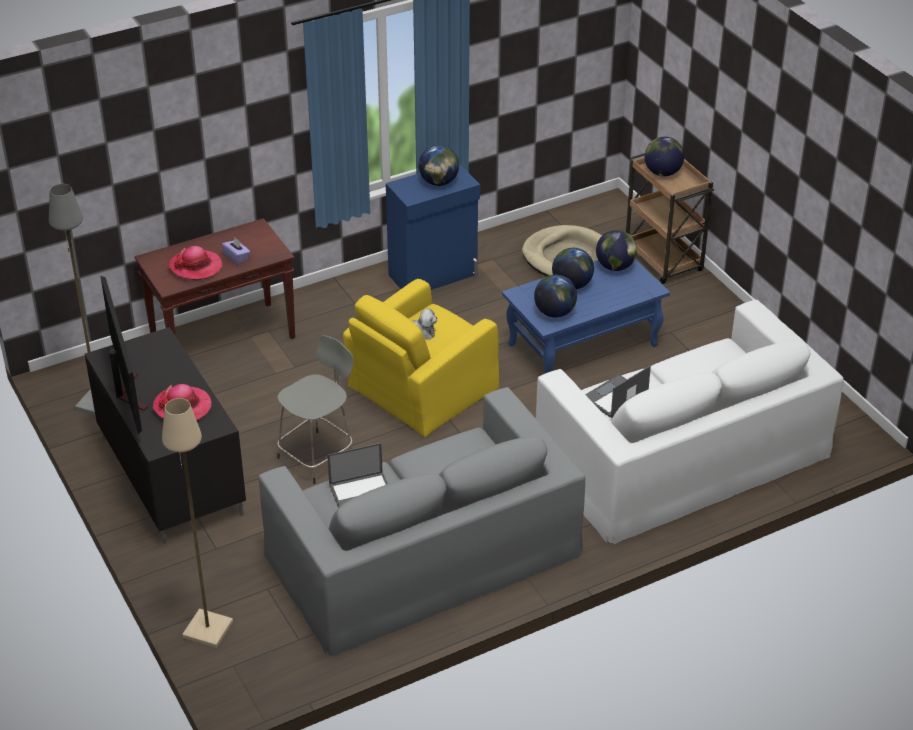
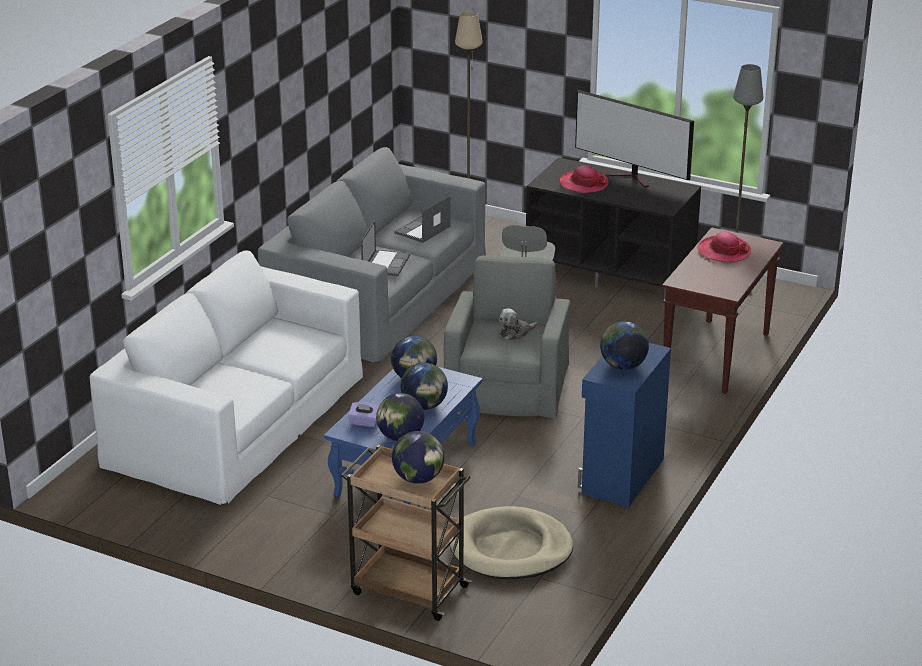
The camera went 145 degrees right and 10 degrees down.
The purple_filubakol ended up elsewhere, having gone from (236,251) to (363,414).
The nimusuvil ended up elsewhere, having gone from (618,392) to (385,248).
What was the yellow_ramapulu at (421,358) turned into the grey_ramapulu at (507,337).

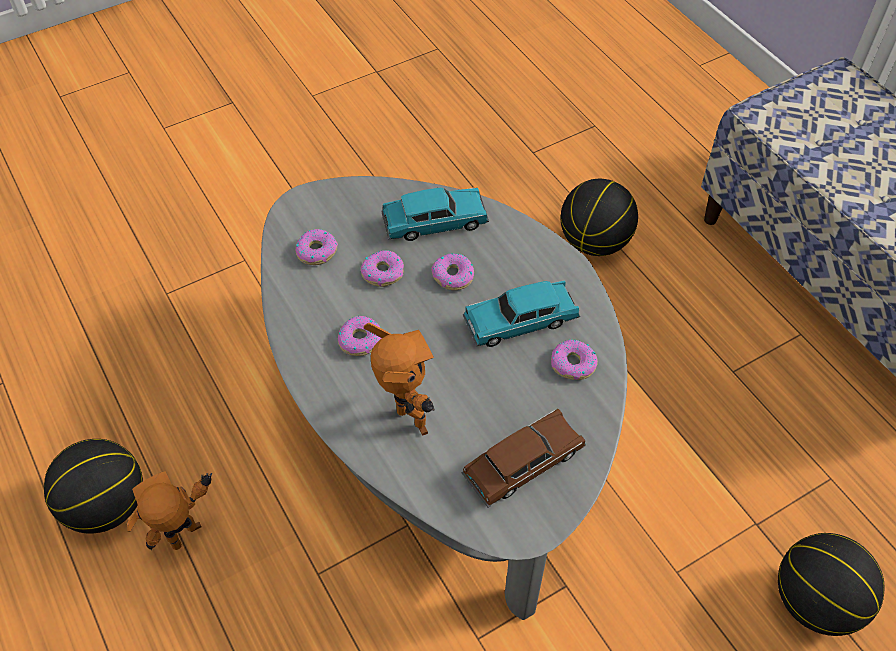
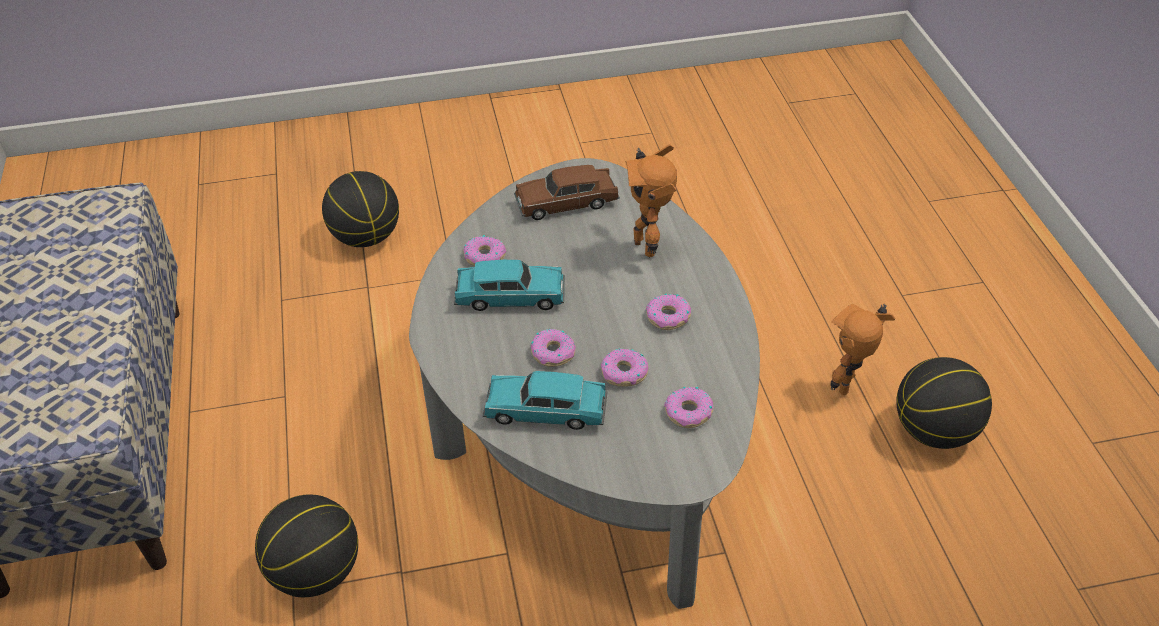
The camera went 160 degrees left and 10 degrees down.
The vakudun at (169,510) ended up facing another way, 150 degrees clockwise from before.

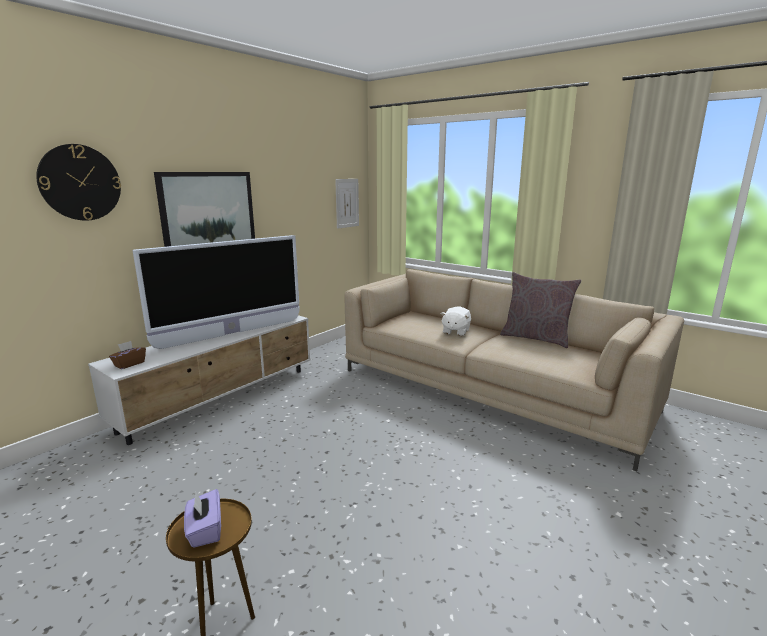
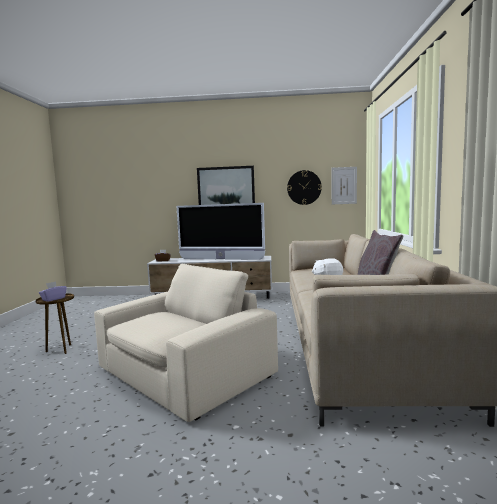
The camera went 55 degrees right and 10 degrees down.
The second view gained the beige_ramapulu at (186,342).
The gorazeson ended up elsewhere, having gone from (78,182) to (304,187).

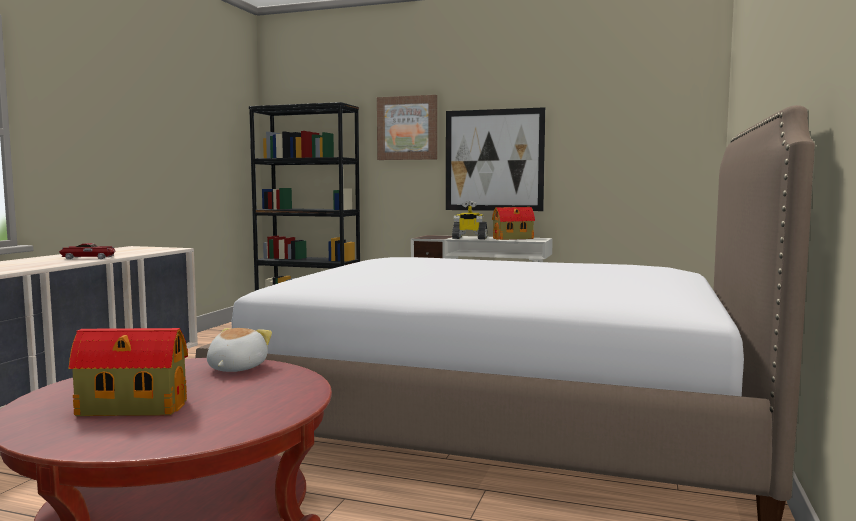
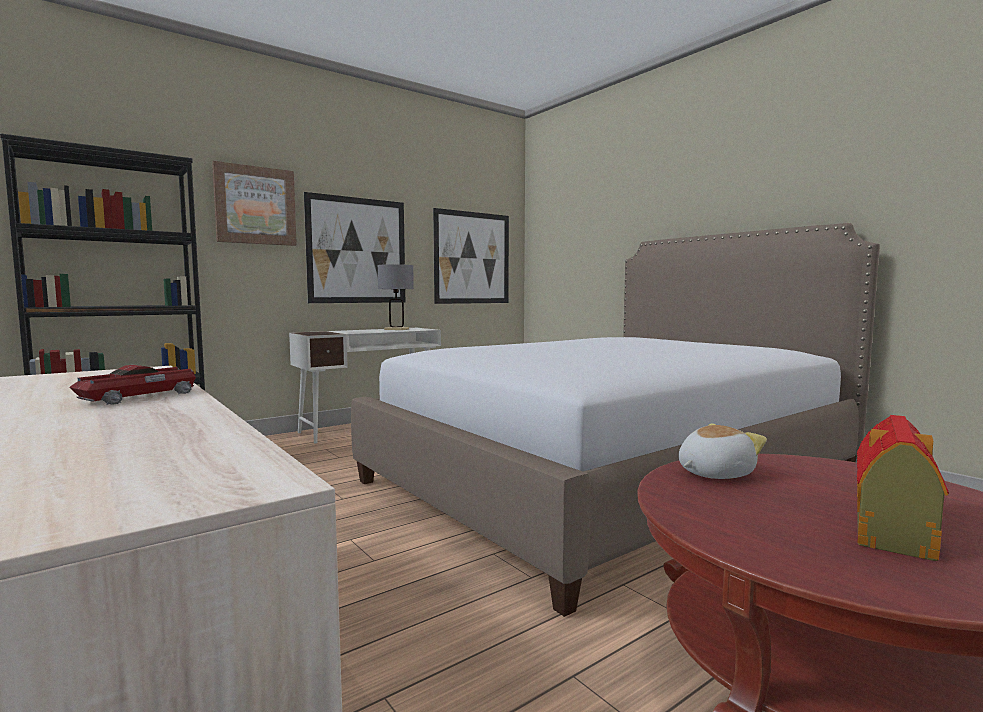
The camera went 55 degrees left and 0 degrees up.
Where the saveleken stood at (513,223), the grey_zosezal came to stand at (396,297).
The second view gained the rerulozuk at (471,256).
The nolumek at (239,350) ended up facing another way, 105 degrees clockwise from before.
The second view lost the vakudun at (470,220).

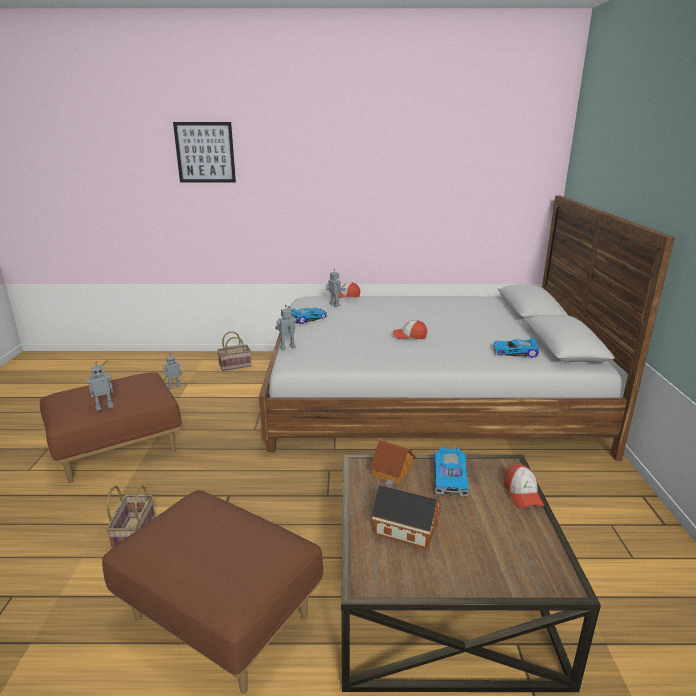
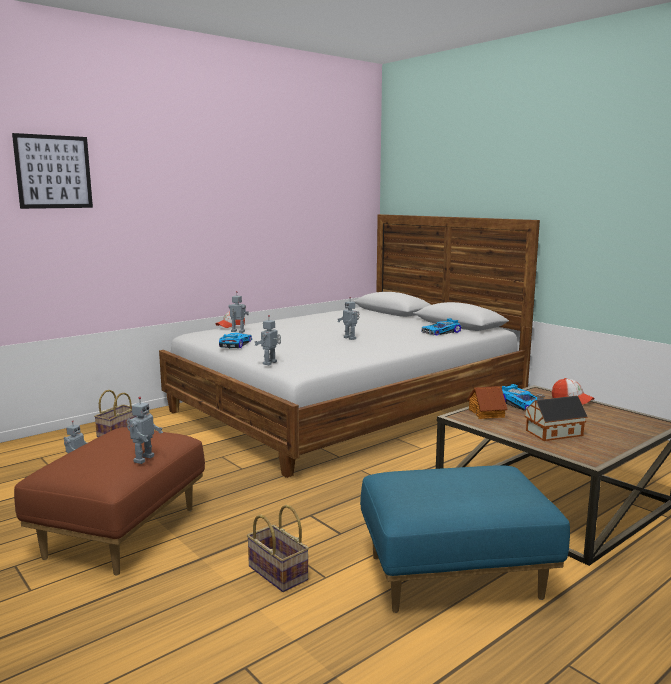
The camera went 40 degrees left and 10 degrees down.
Where the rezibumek stood at (410,329), the vakudun came to stand at (348,318).
What was the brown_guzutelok at (212,592) turned into the blue_guzutelok at (465,539).

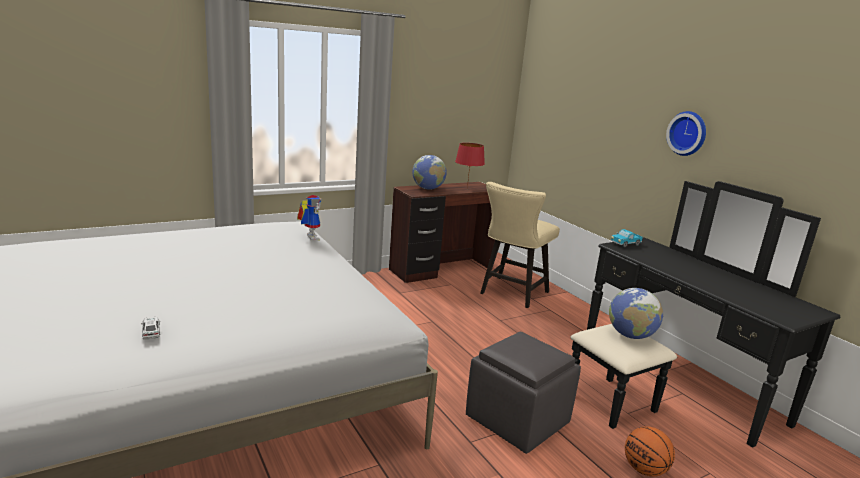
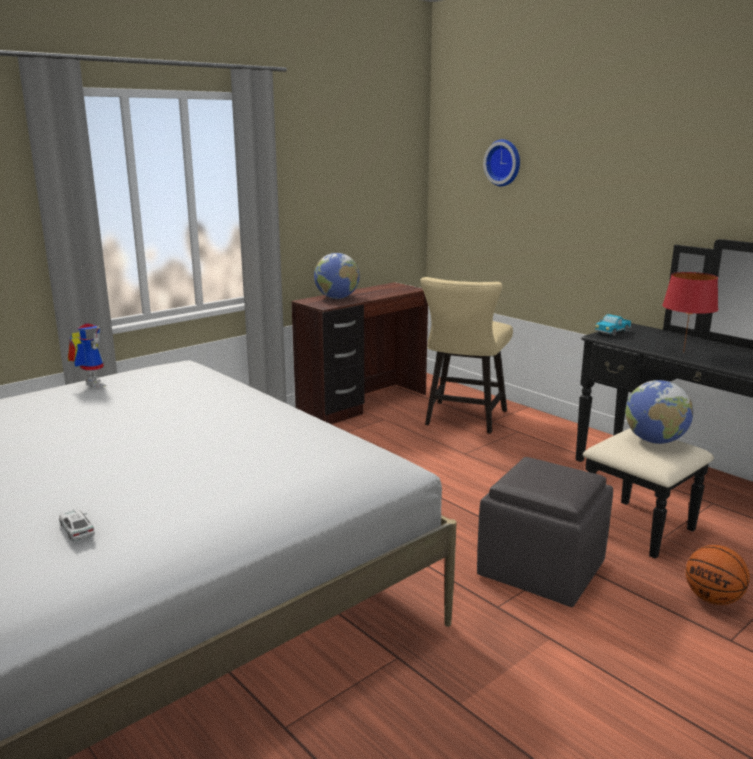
The camera went 10 degrees left and 0 degrees up.
The vakudun ended up elsewhere, having gone from (309,218) to (86,355).
The gorazeson ended up elsewhere, having gone from (686,133) to (501,162).
The red_zosezal ended up elsewhere, having gone from (470,166) to (690,312).

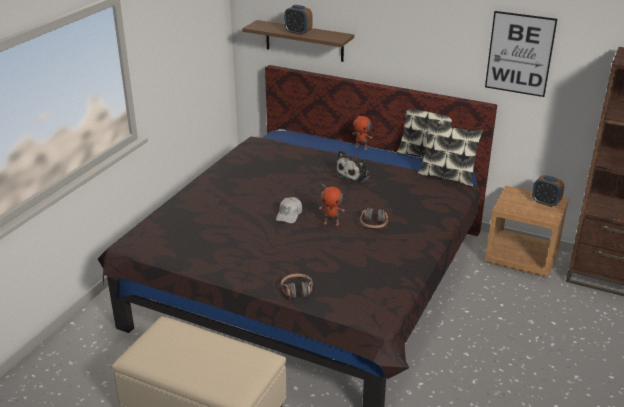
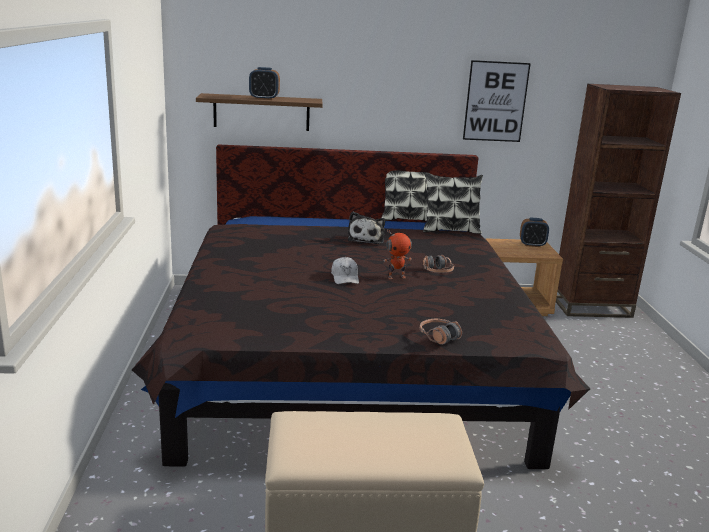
The camera went 30 degrees left and 10 degrees down.
The second view lost the vakudun at (362,131).

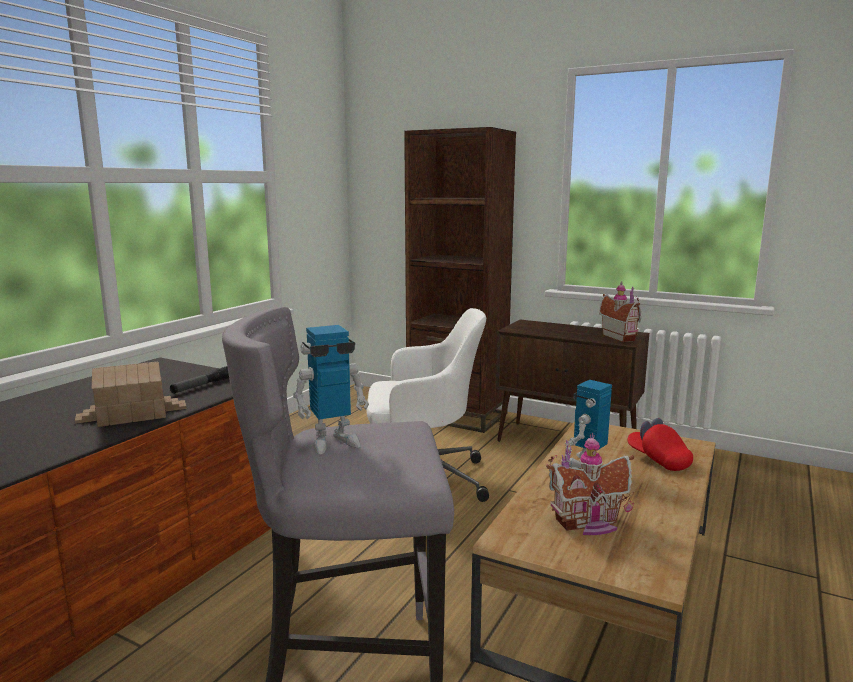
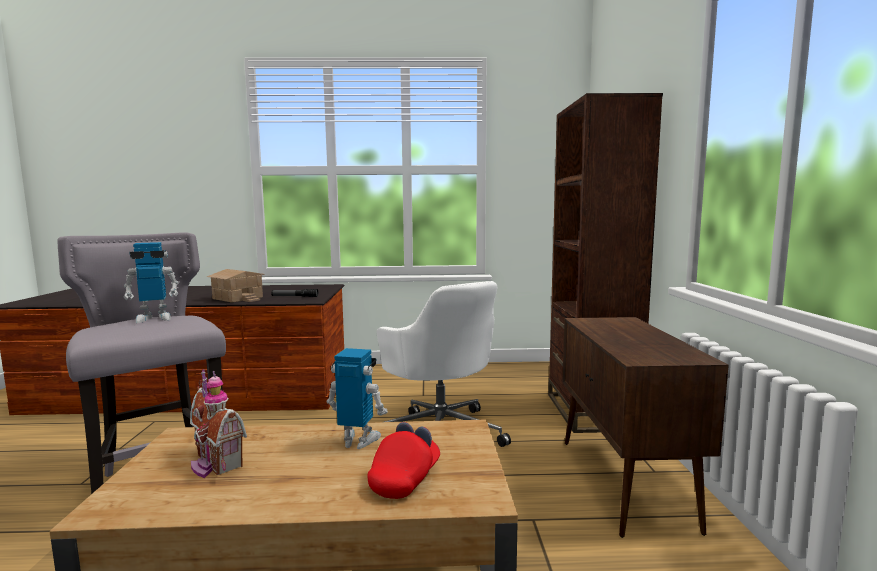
The camera went 60 degrees right and 5 degrees down.
The vakudun at (331,389) ended up facing another way, 60 degrees counterclockwise from before.
The second view lost the saveleken at (620,311).

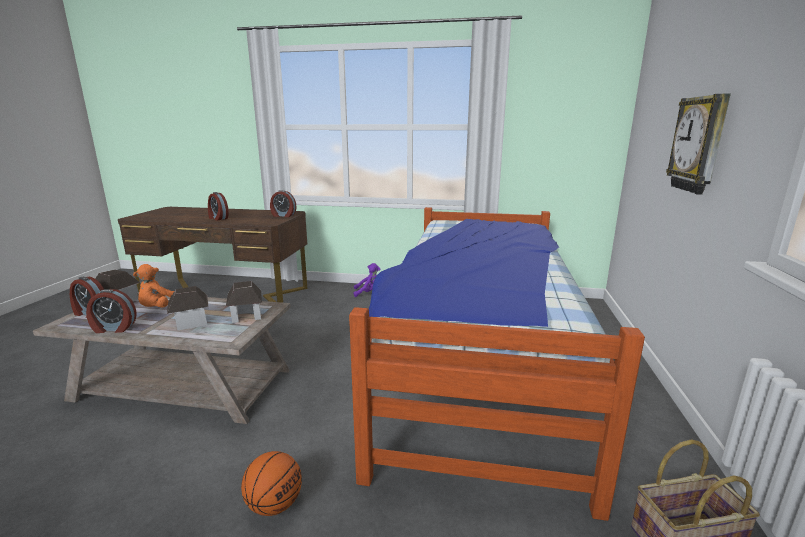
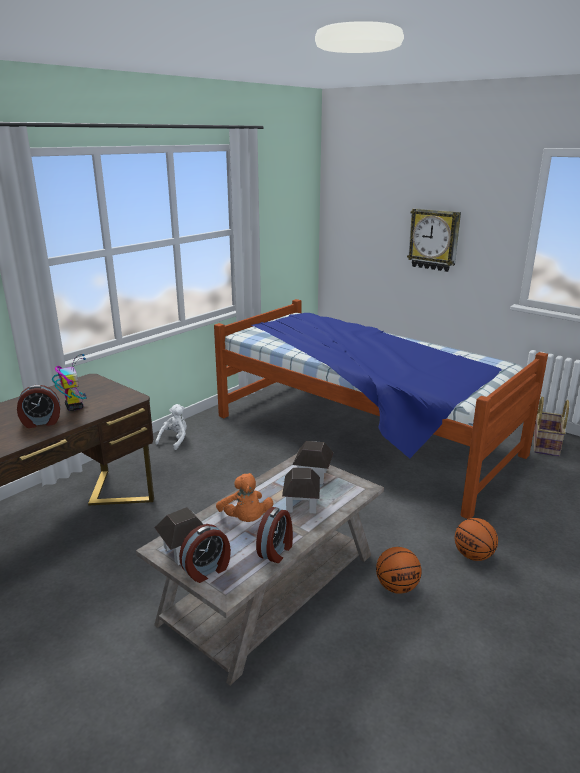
The camera went 60 degrees left and 5 degrees up.
The second view gained the vakudun at (69,382).
What was the purple_nolumek at (367,280) turned into the white_nolumek at (171,427).
The second view gained the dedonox at (399,570).
The second view lost the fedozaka at (283,203).

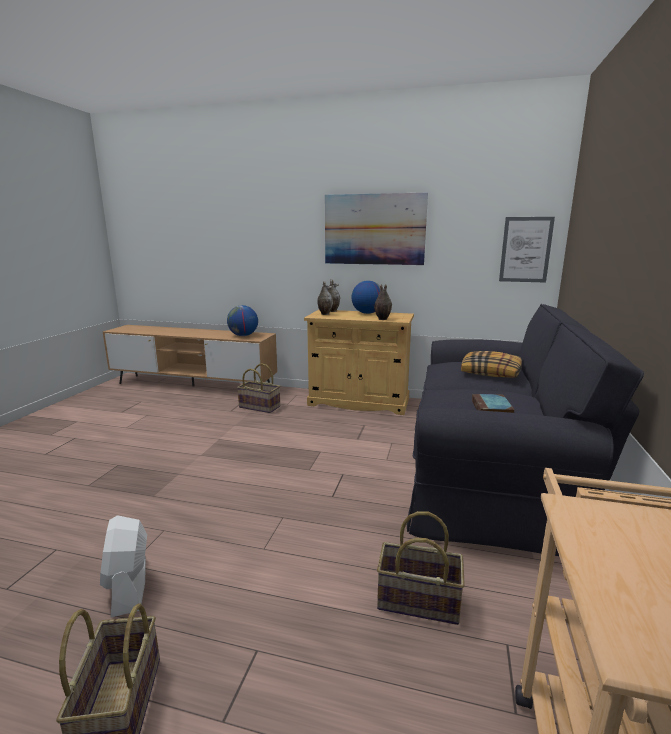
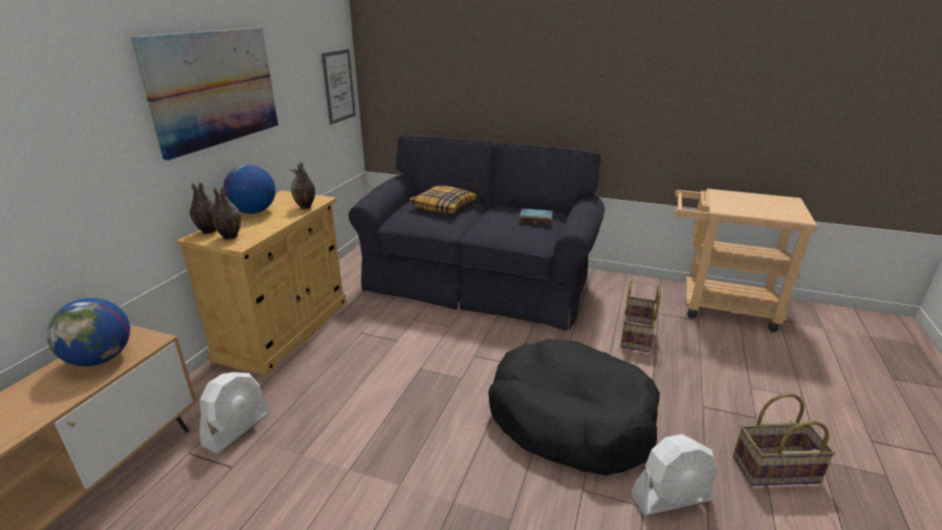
The camera went 85 degrees left and 10 degrees up.
Where the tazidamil stood at (258,388), the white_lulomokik came to stand at (234,413).
The second view gained the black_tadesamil at (574,407).

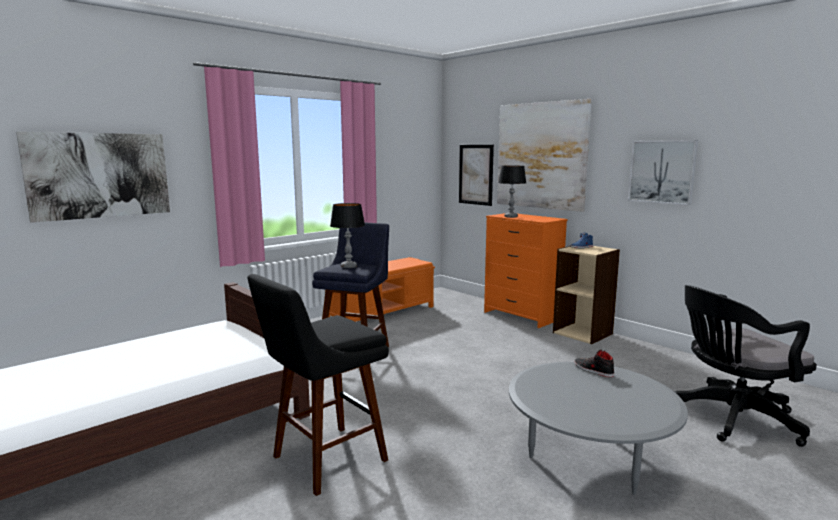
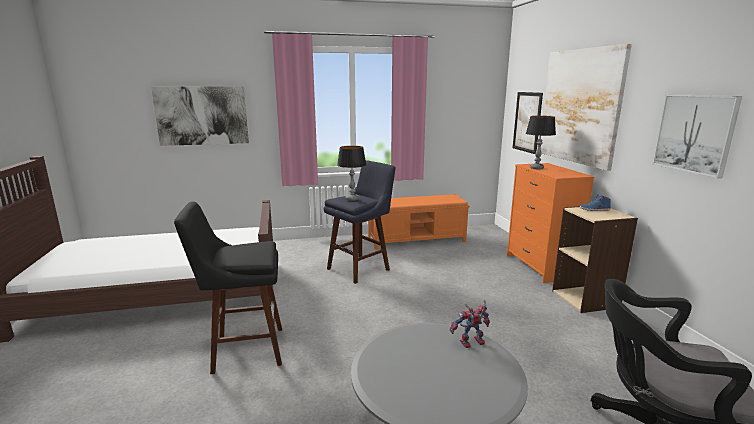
The camera went 30 degrees right and 5 degrees up.
Where the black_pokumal stood at (594,363), the vakudun came to stand at (470,323).

